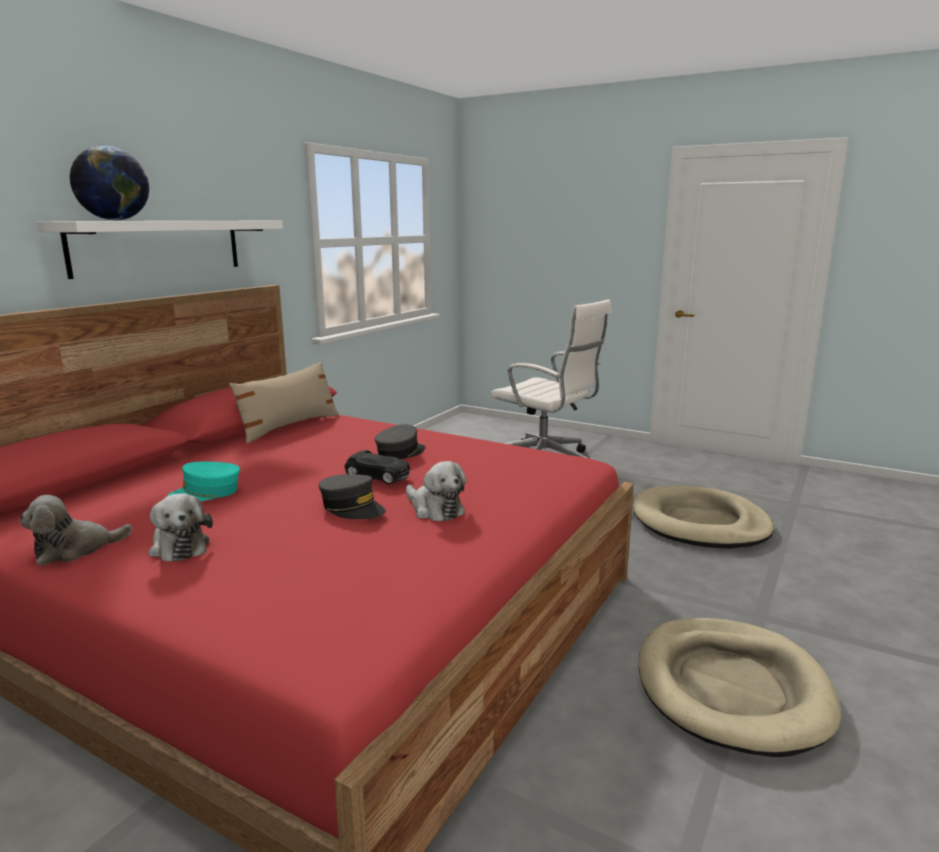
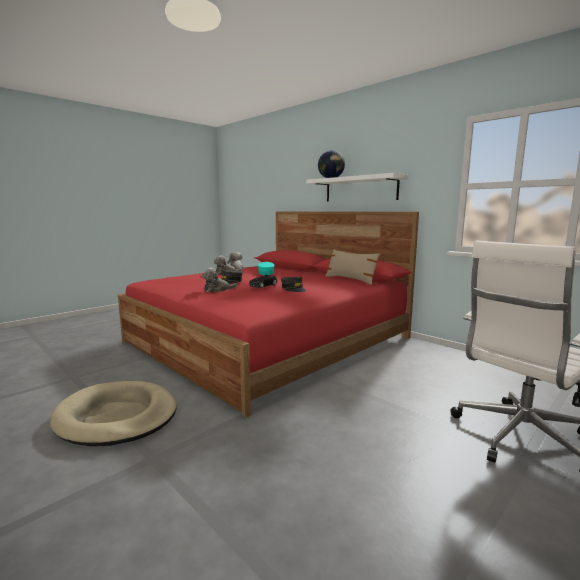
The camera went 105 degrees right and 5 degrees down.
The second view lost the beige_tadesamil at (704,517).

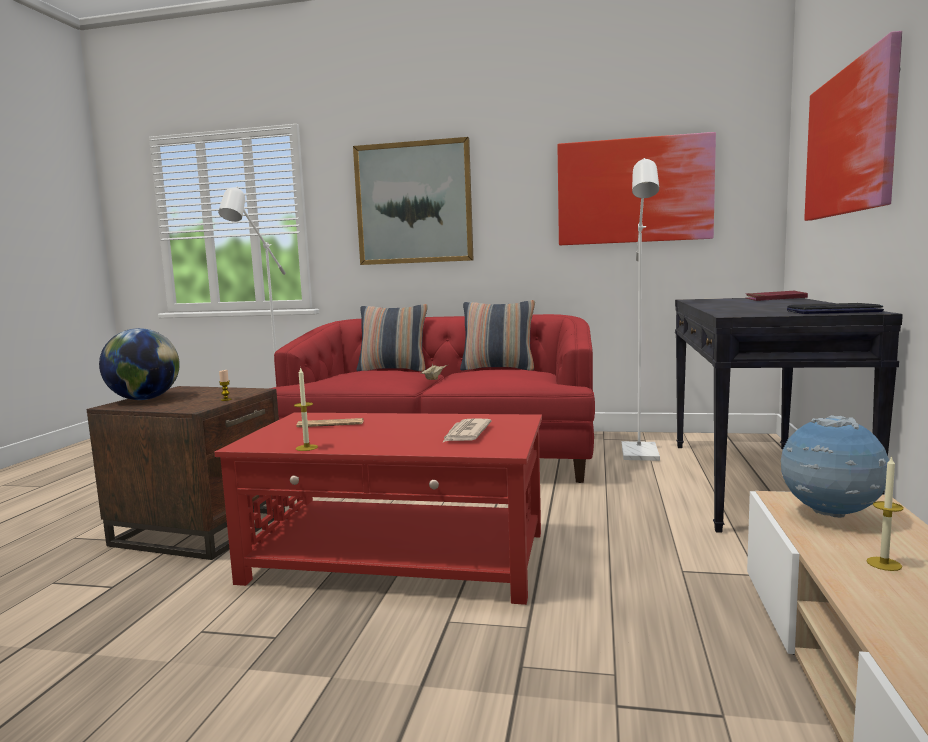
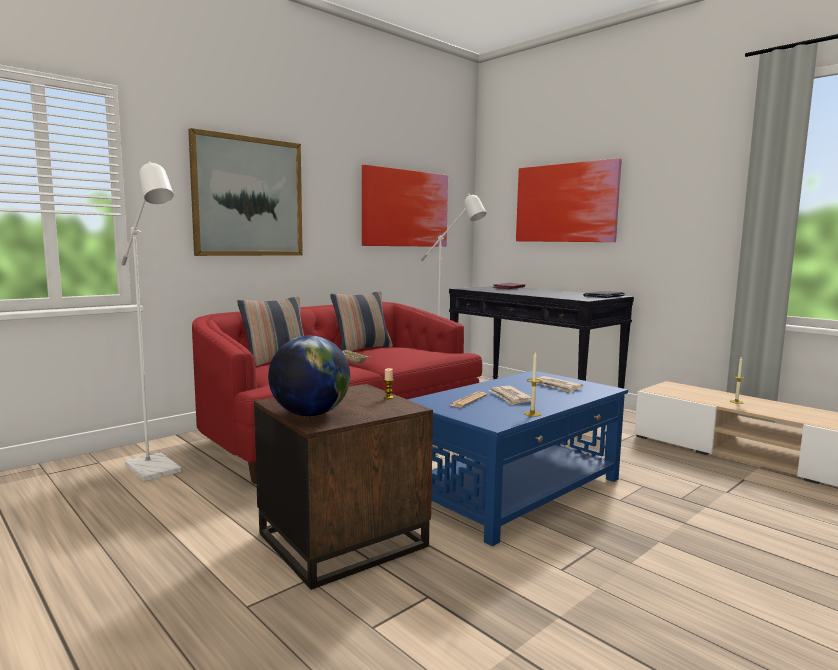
The camera went 55 degrees left and 0 degrees up.
What was the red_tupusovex at (378,509) turned into the blue_tupusovex at (517,458).
The second view gained the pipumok at (509,395).
The second view lost the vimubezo at (834,466).

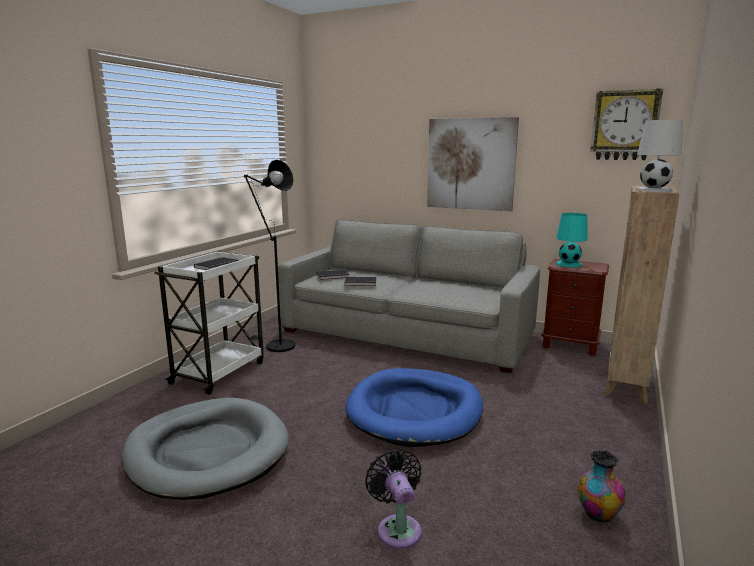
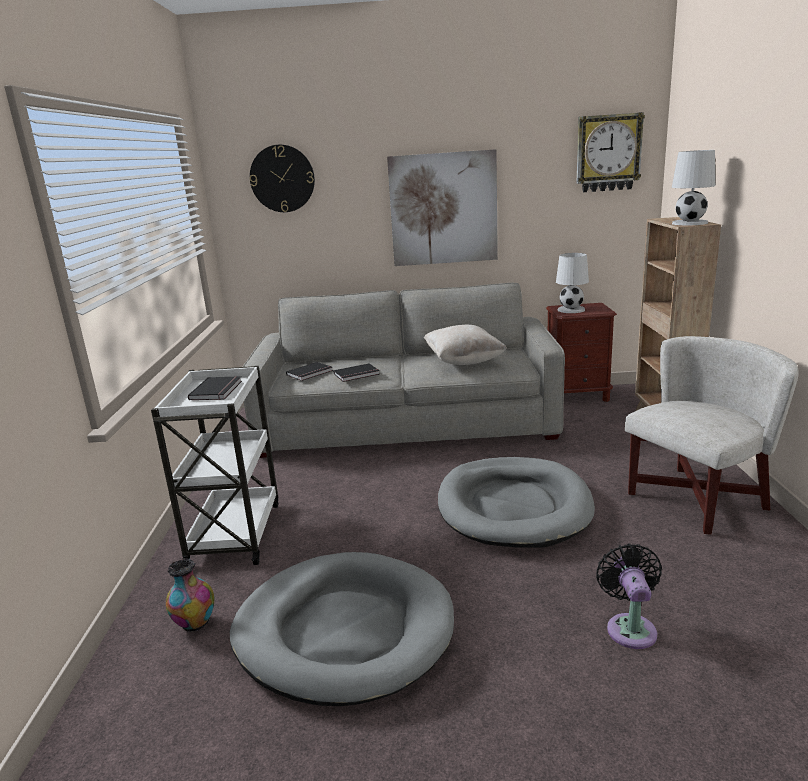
The camera went 25 degrees left and 5 degrees up.
The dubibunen ended up elsewhere, having gone from (602,487) to (190,595).
The second view gained the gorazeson at (282,178).
The second view gained the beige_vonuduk at (465,345).
What was the blue_tadesamil at (414,407) turned into the grey_tadesamil at (516,502).
What was the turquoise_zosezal at (572,240) turned into the white_zosezal at (572,283).
The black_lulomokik at (393,499) ended up facing another way, 45 degrees clockwise from before.
The second view gained the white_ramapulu at (712,435).
The second view lost the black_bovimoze at (269,256).

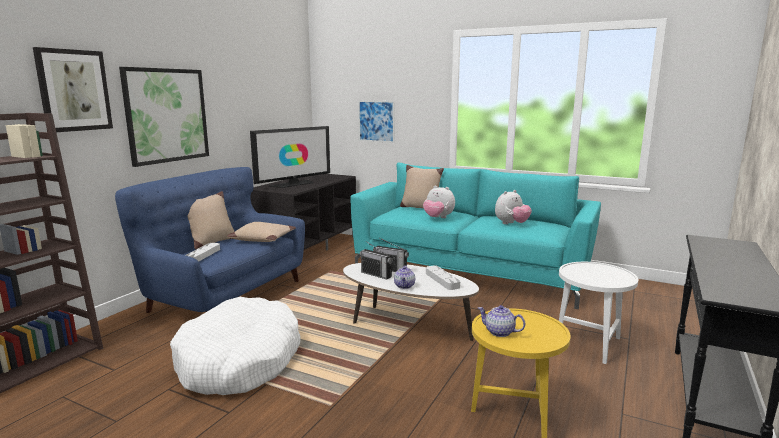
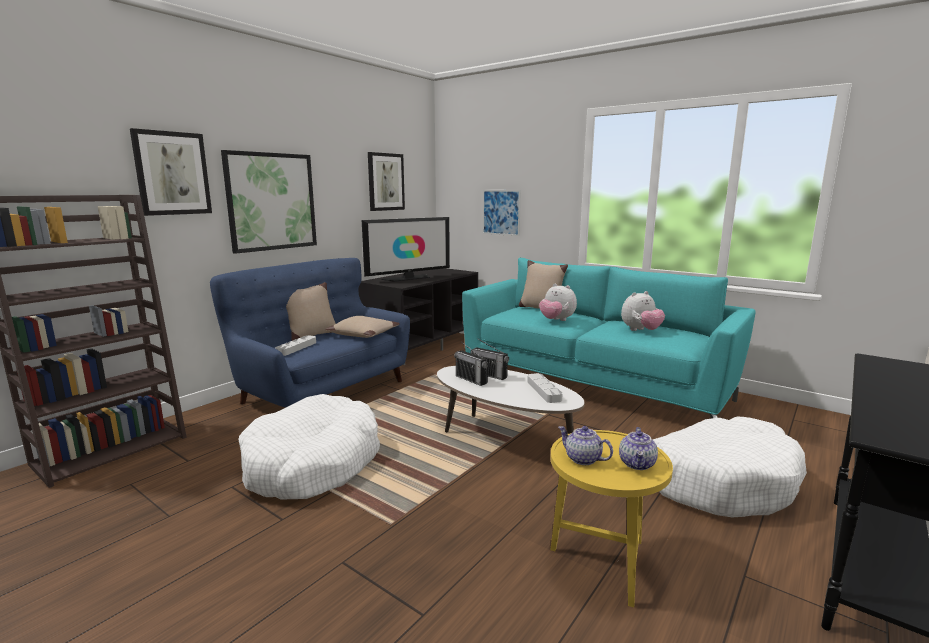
The camera went 10 degrees right and 0 degrees up.
The second view gained the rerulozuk at (386,181).
The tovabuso ended up elsewhere, having gone from (404,277) to (638,448).
Where the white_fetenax stood at (598,313), the white_tadesamil came to stand at (730,467).

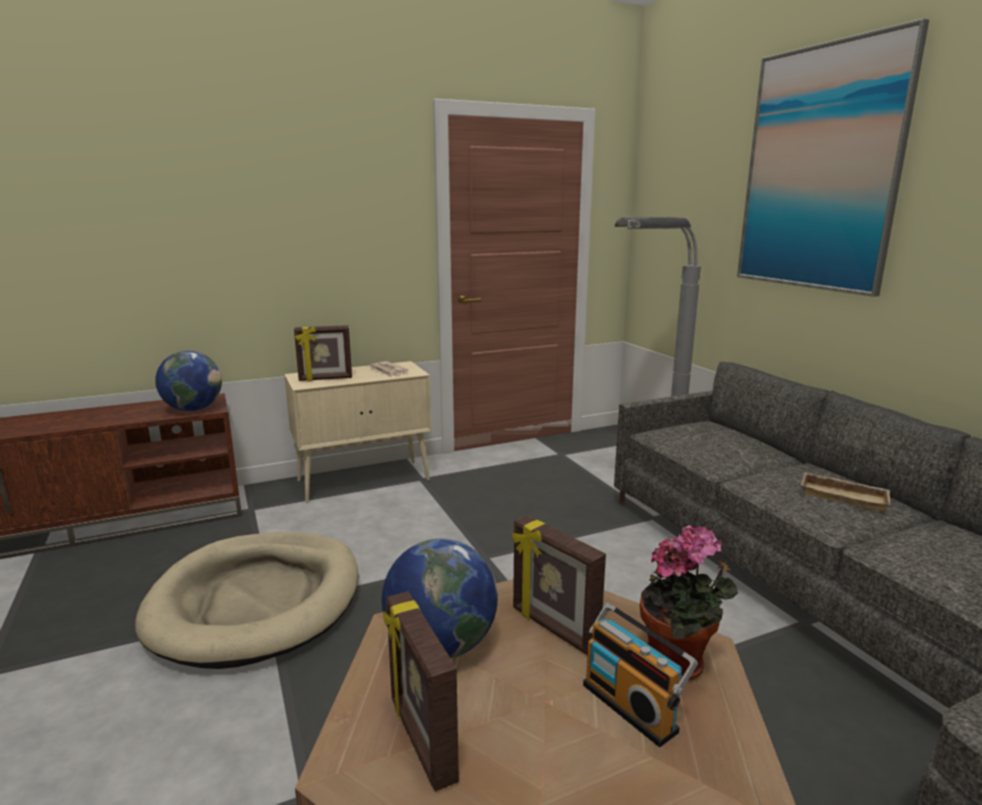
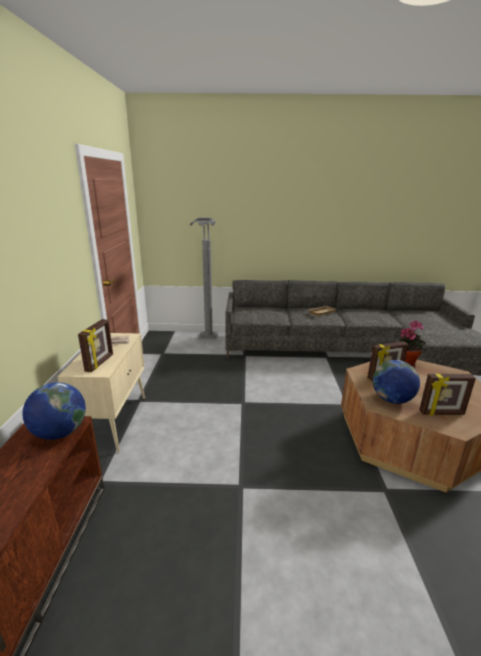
The camera went 65 degrees left and 5 degrees up.
The second view lost the beige_tadesamil at (247,600).
The second view lost the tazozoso at (640,675).
The second view lost the rerulozuk at (833,158).

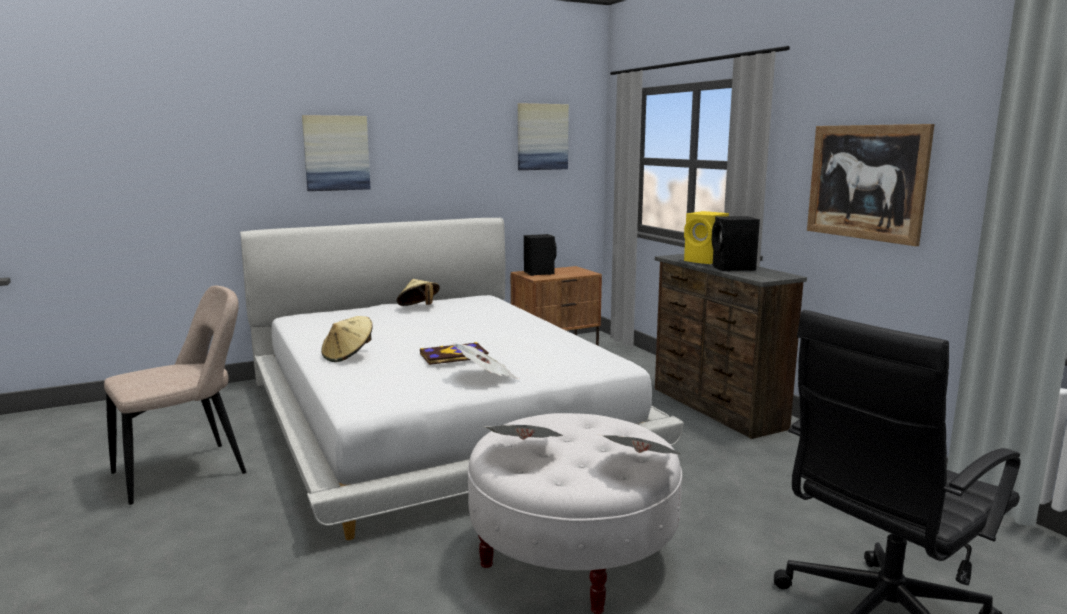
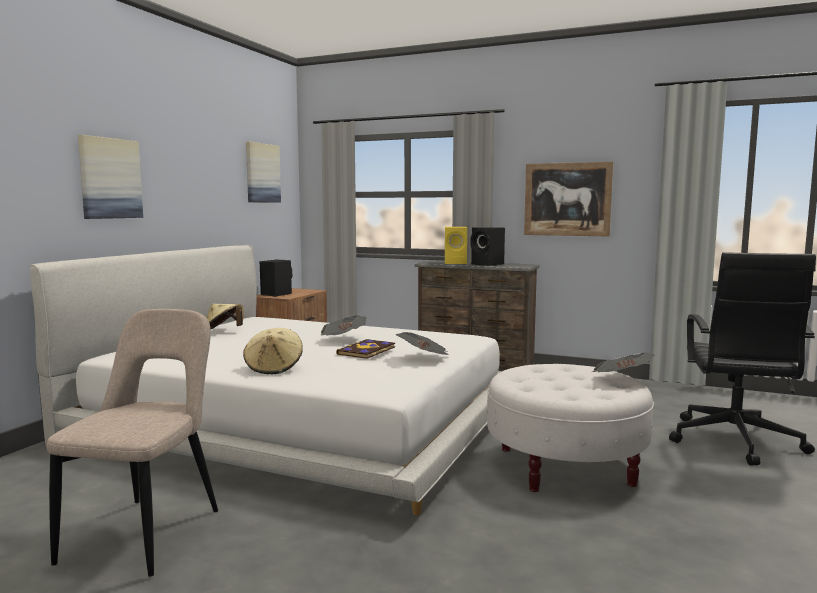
The camera went 40 degrees left and 5 degrees down.
The pipumok ended up elsewhere, having gone from (524,432) to (344,325).

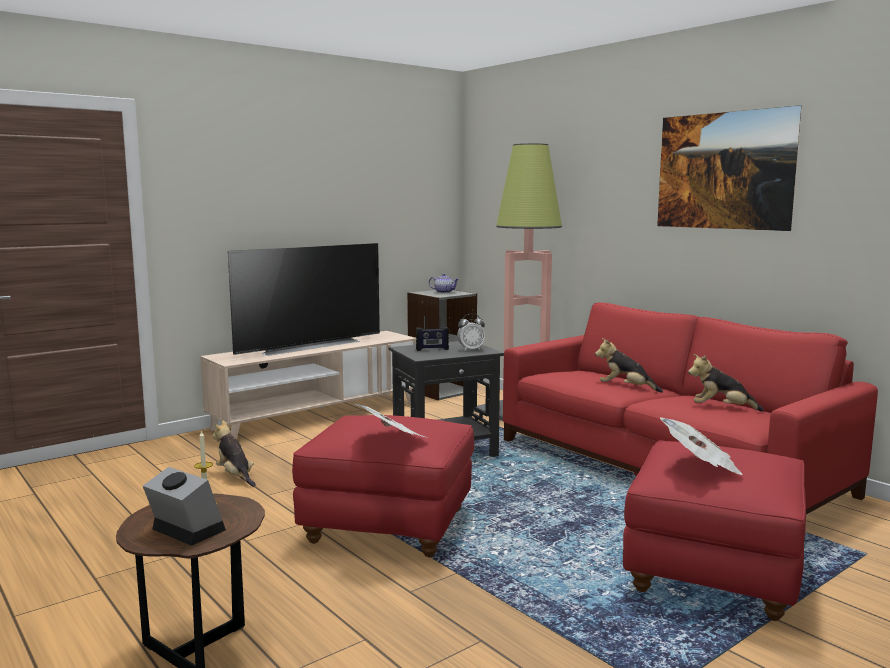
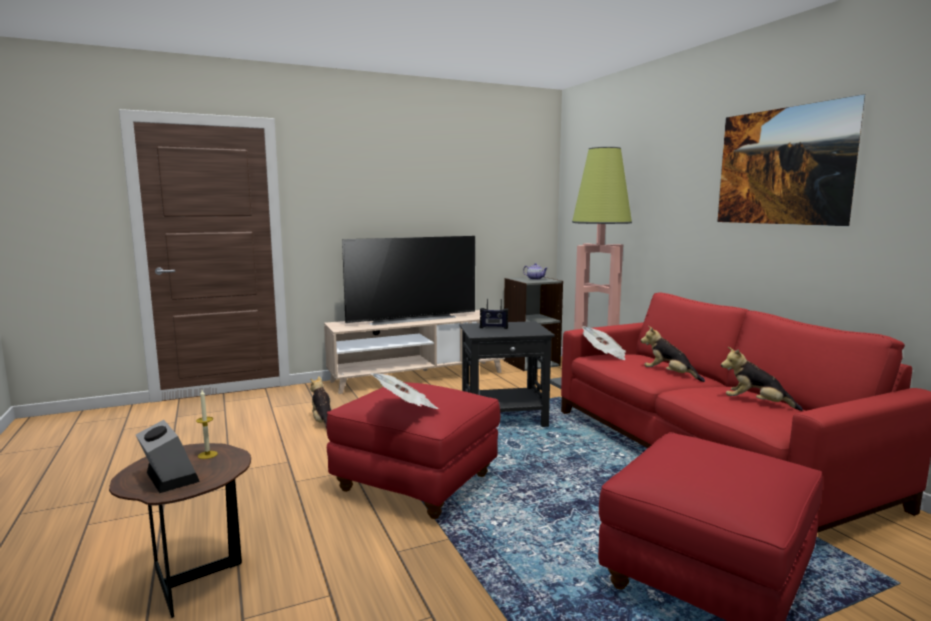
The camera went 15 degrees right and 0 degrees up.
The pipumok ended up elsewhere, having gone from (701,446) to (604,343).
The second view lost the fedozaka at (471,332).

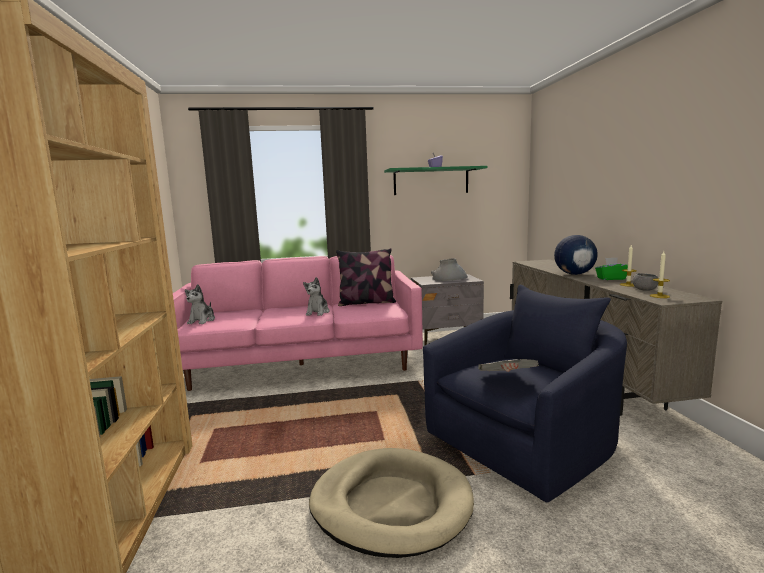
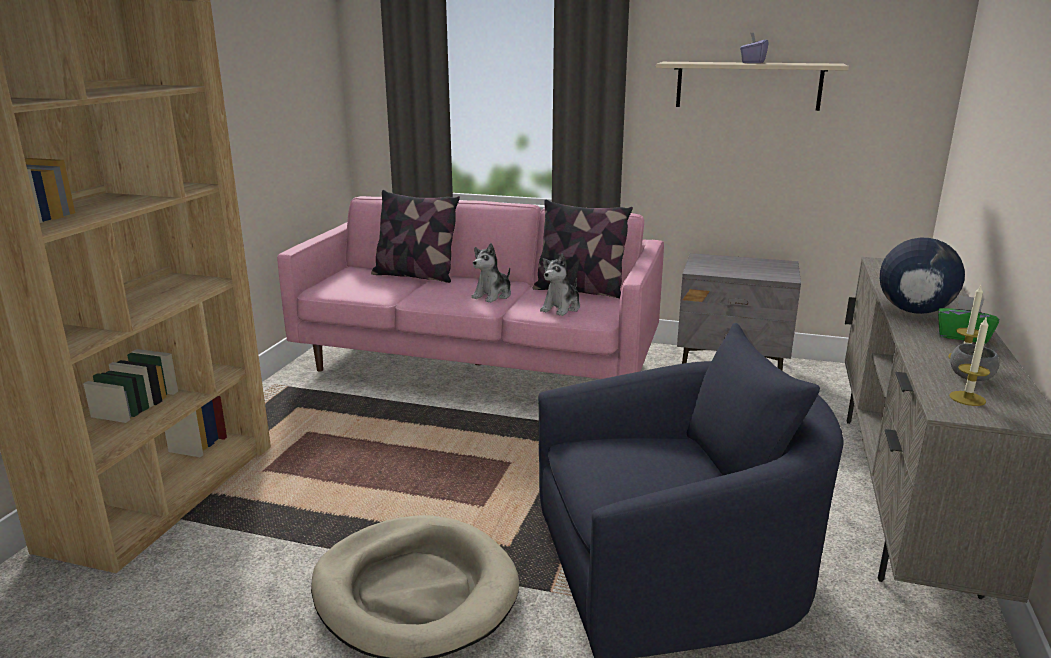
The camera went 25 degrees right and 10 degrees up.
The second view gained the vonuduk at (415,236).
The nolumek ended up elsewhere, having gone from (200,304) to (560,285).
What was the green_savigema at (436,180) turned into the beige_savigema at (752,86).
The second view lost the grey_dubibunen at (449,269).
The second view lost the pipumok at (508,365).

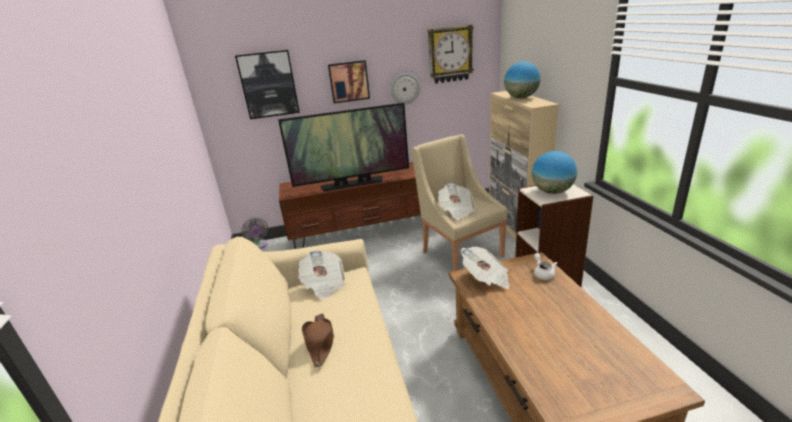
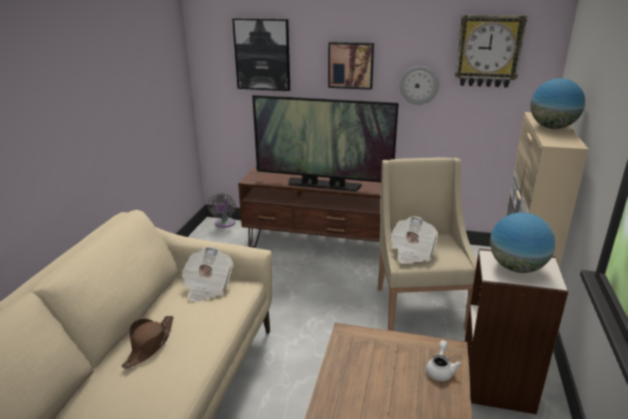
The camera went 25 degrees right and 0 degrees up.
The second view lost the pipumok at (485,268).

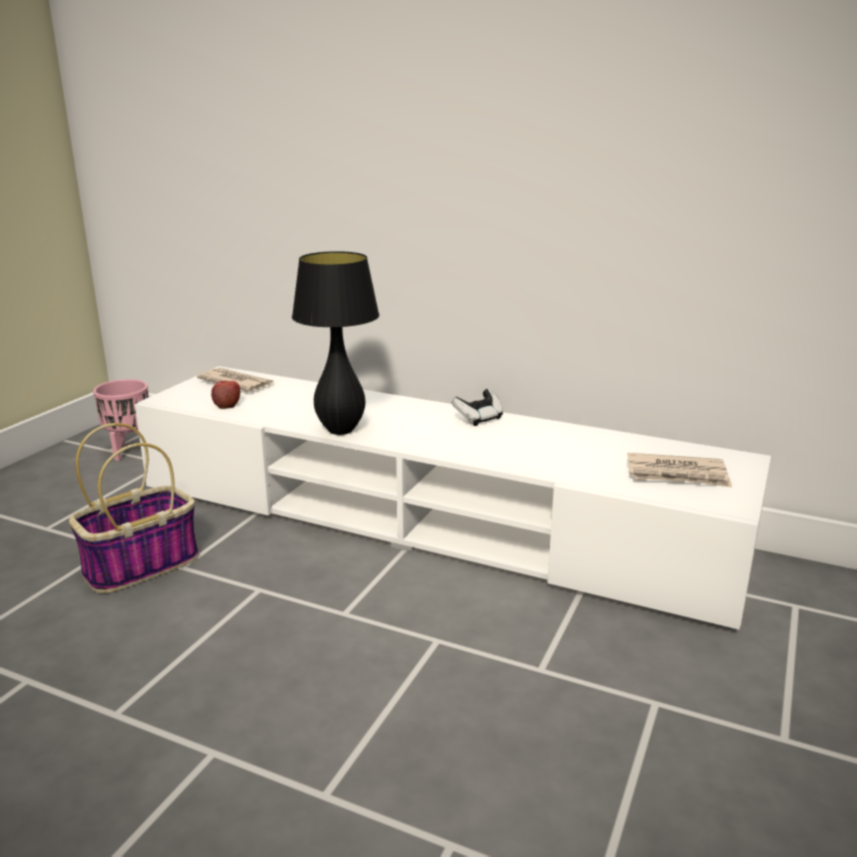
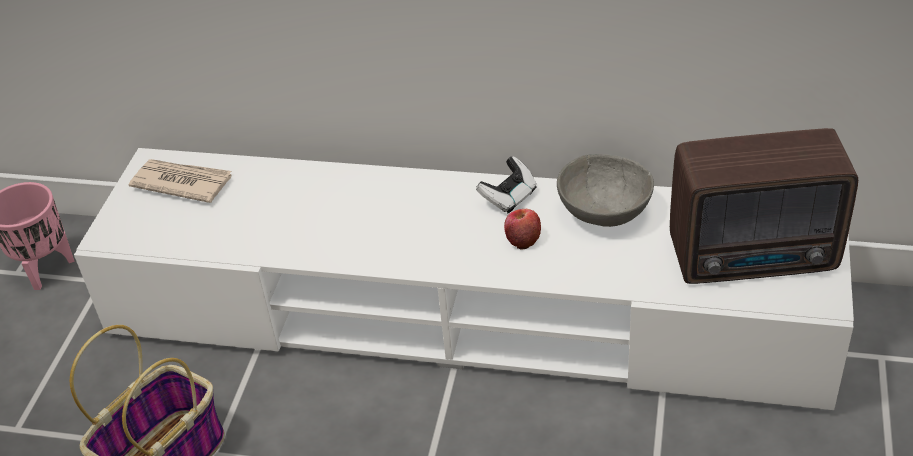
The camera went 10 degrees left and 20 degrees up.
The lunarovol ended up elsewhere, having gone from (225,395) to (522,229).
The second view gained the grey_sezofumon at (605,190).
Where the pipumok stood at (680,470), the tazozoso came to stand at (764,206).
The second view lost the black_zosezal at (335,343).

